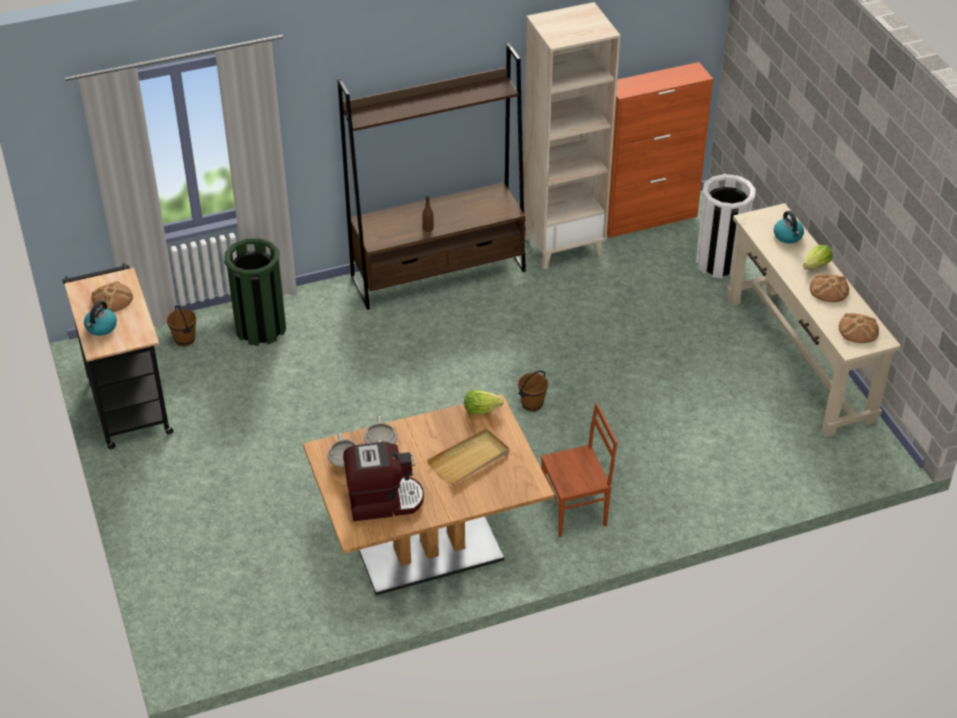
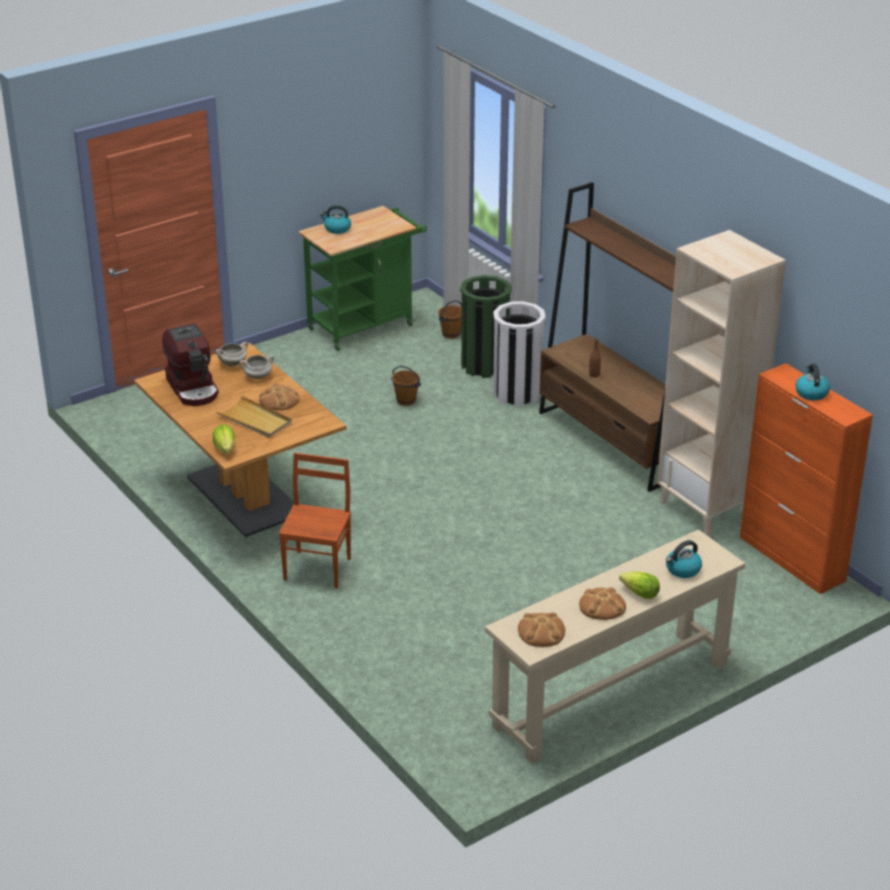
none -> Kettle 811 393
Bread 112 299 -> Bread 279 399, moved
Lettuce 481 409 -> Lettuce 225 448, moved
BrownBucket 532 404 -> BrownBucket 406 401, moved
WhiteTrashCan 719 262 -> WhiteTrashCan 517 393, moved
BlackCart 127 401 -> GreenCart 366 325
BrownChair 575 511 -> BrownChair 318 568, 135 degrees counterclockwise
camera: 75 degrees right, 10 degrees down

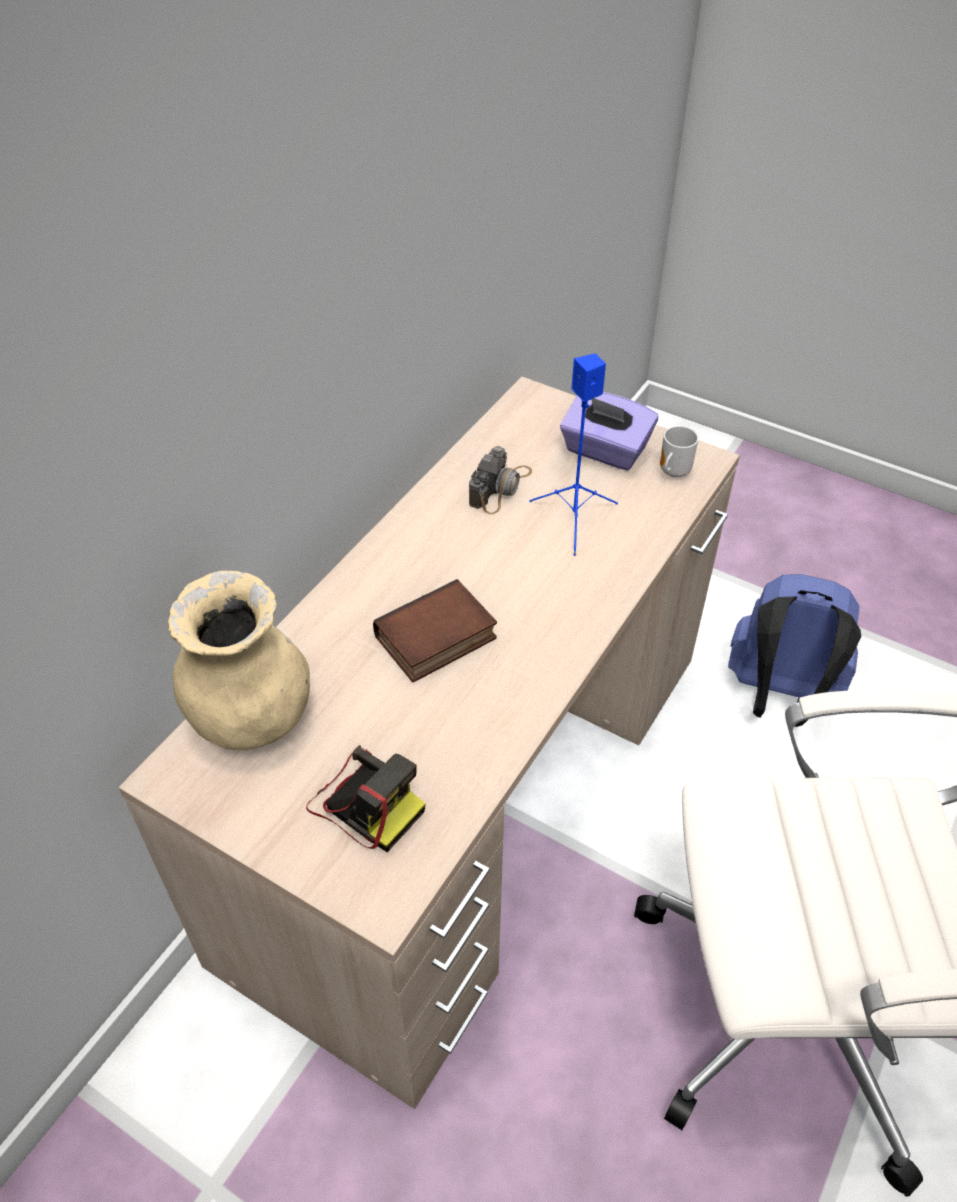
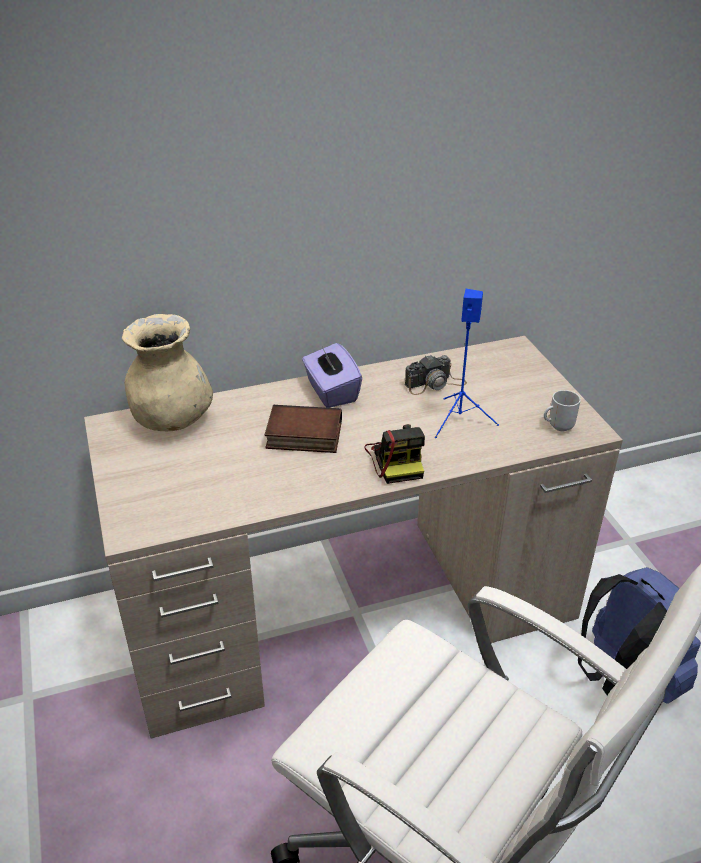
PhotoCamera 366 802 -> PhotoCamera 396 459, moved
PurpleTissueBox 605 451 -> PurpleTissueBox 331 392, moved
camera: 40 degrees right, 10 degrees down

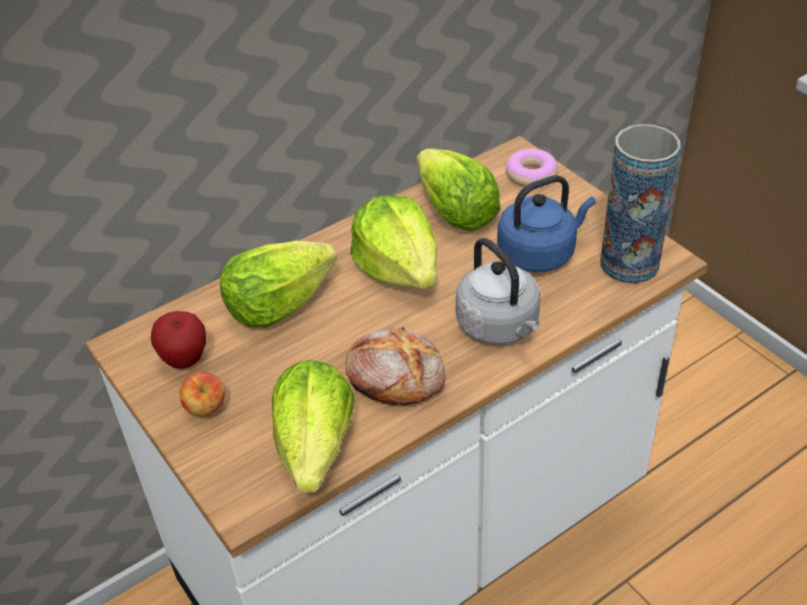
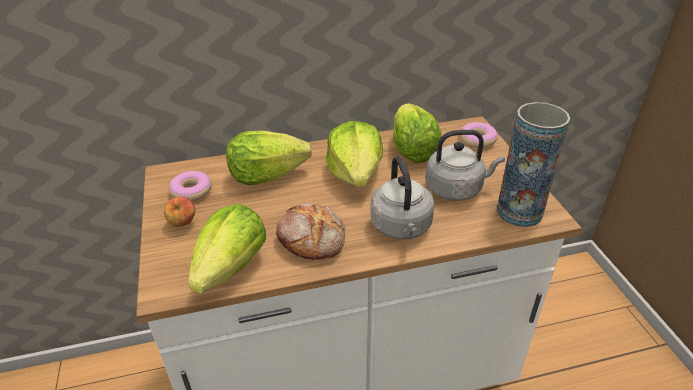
Apple 185 360 -> Donut 191 191
BlueKettle 540 253 -> GreyKettle 456 189
camera: 20 degrees right, 5 degrees down

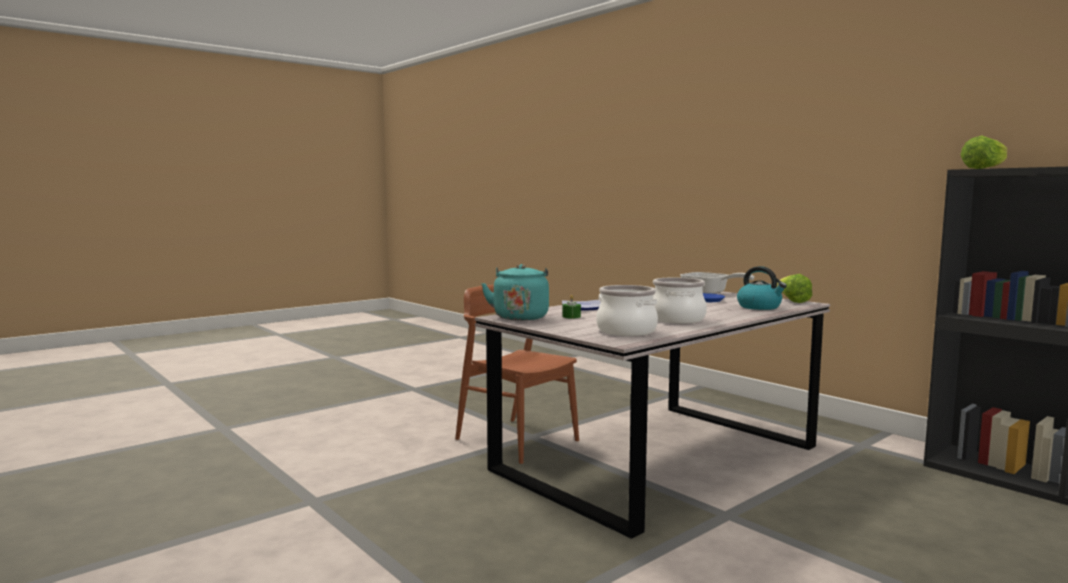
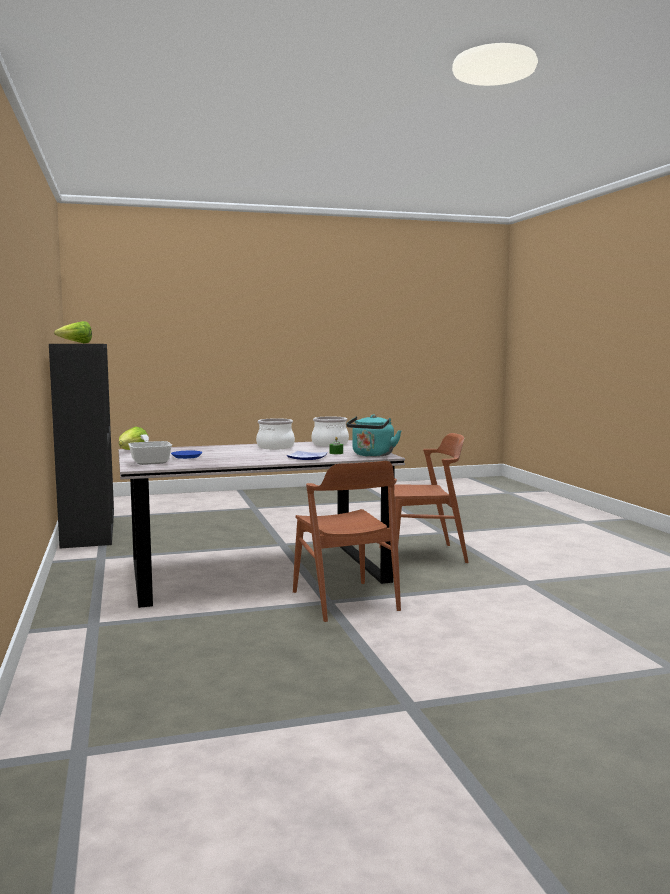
Kettle 760 307 -> none
none -> BrownChair 423 555
camera: 155 degrees left, 0 degrees up

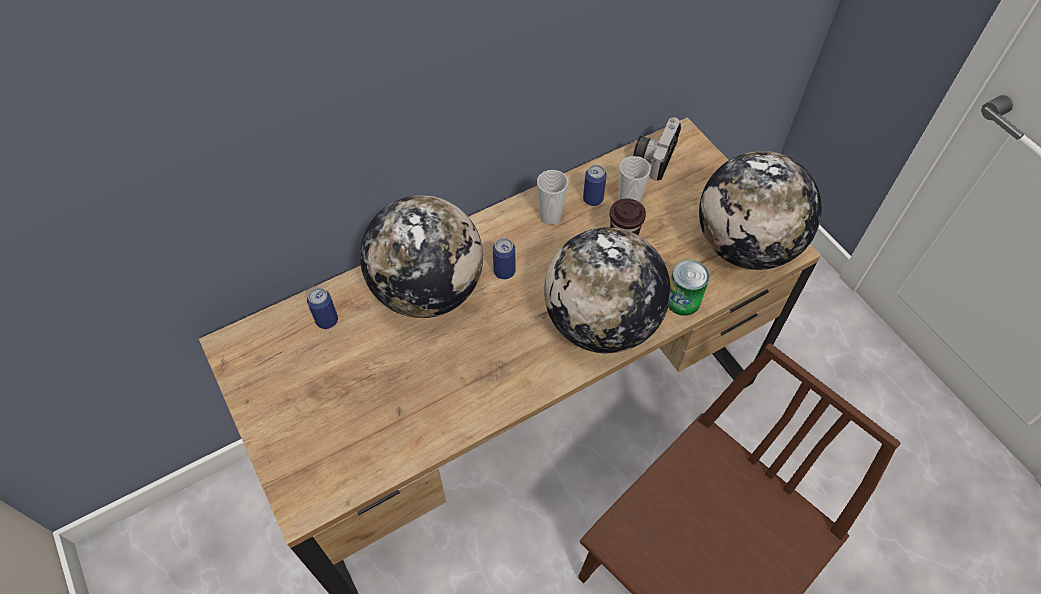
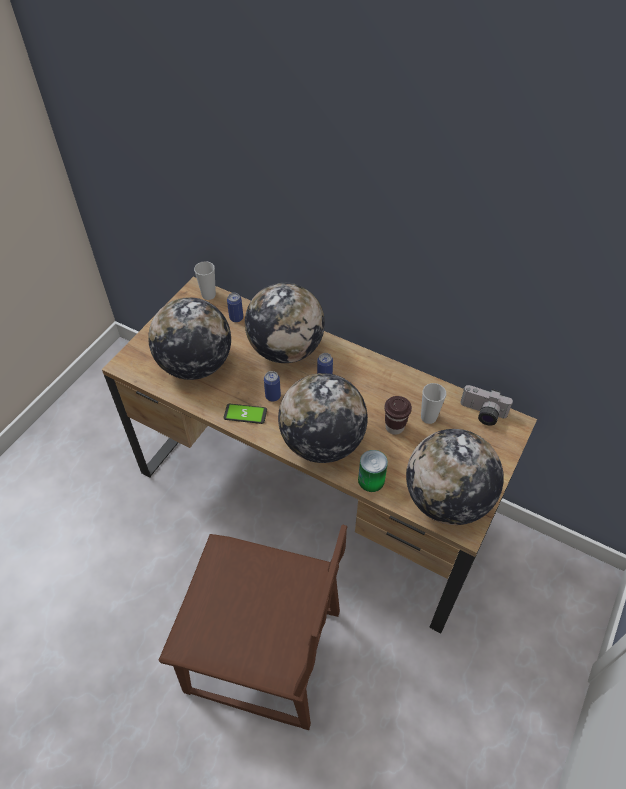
none -> Globe 195 365
none -> Phone 245 414
Cup 550 217 -> Cup 208 295, moved
Can 593 199 -> Can 273 396, moved
PhotoCamera 653 156 -> PhotoCamera 482 414, 150 degrees counterclockwise
camera: 60 degrees right, 5 degrees down

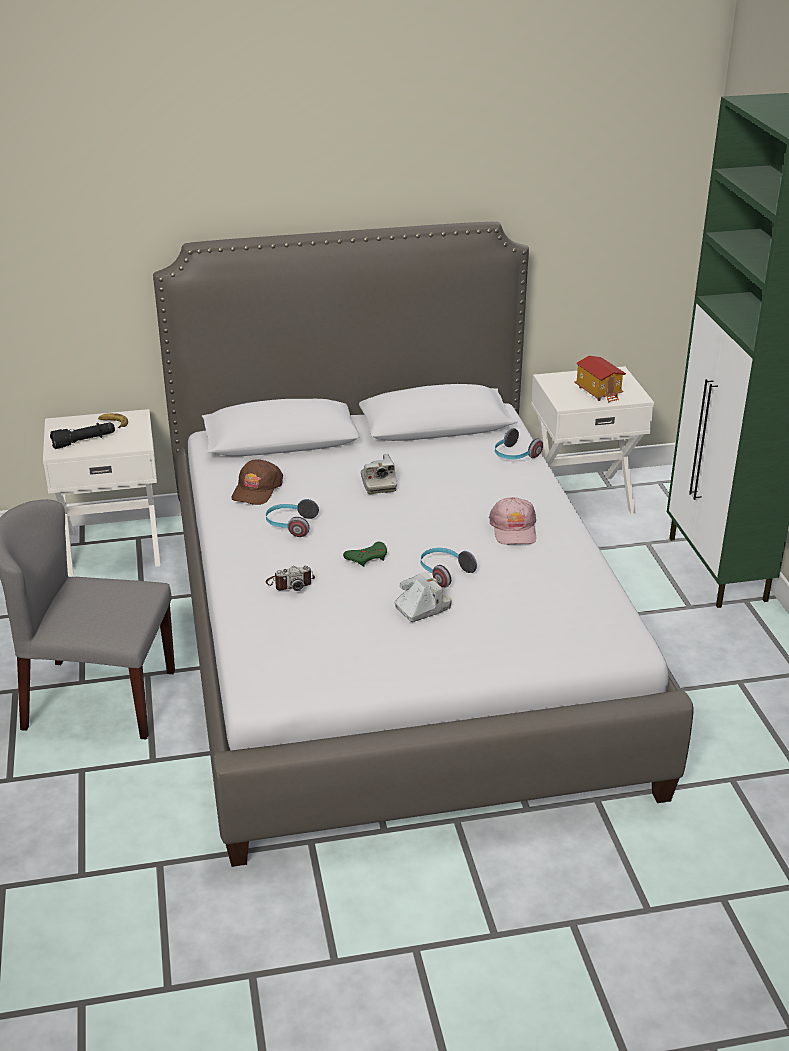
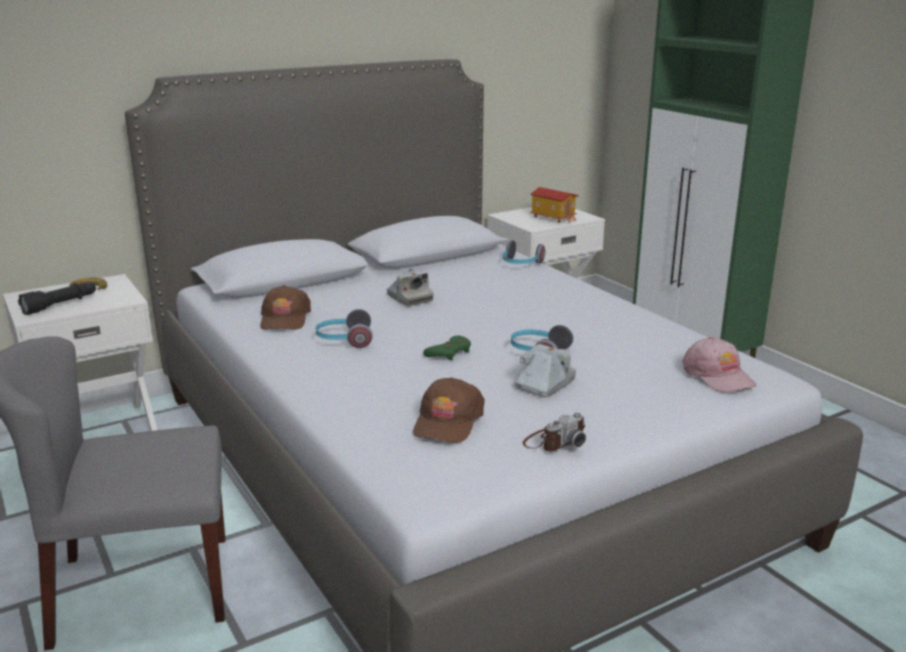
none -> BrownCap 447 422
PhotoCamera 290 583 -> PhotoCamera 554 441, moved
PinkCap 514 529 -> PinkCap 718 375, moved
camera: 20 degrees left, 10 degrees down

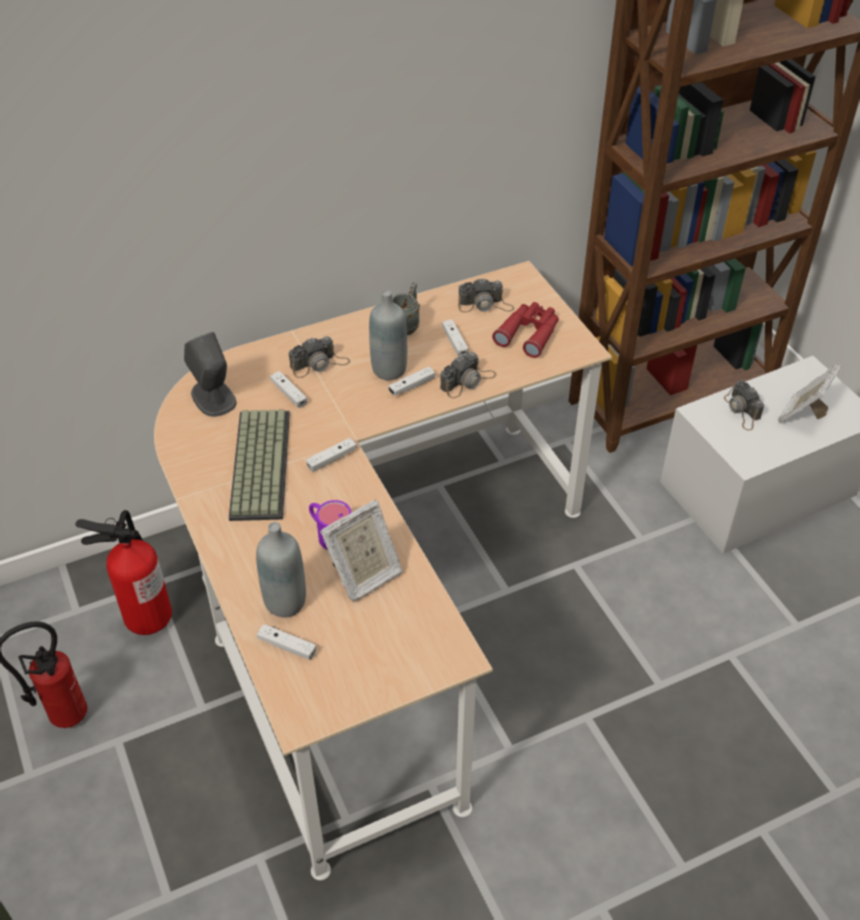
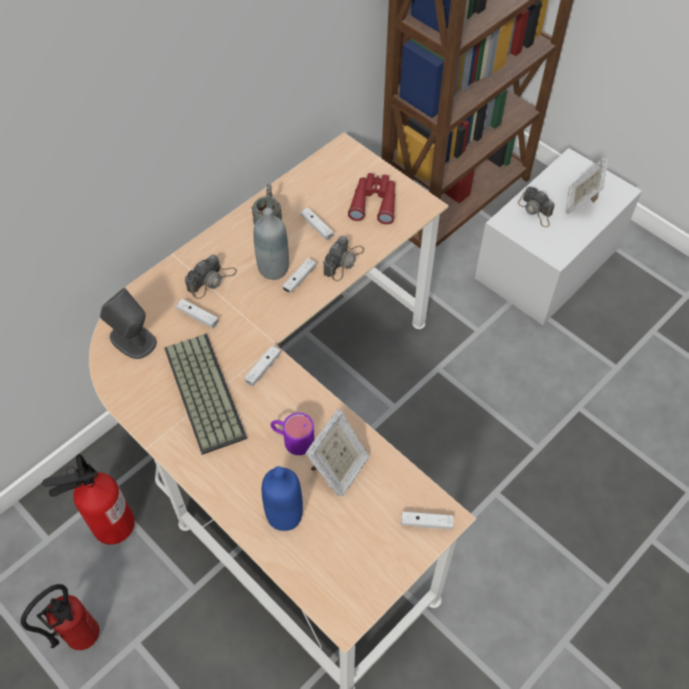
PhotoCamera 485 305 -> none
WhiteGameController 287 646 -> WhiteGameController 426 523, moved
GreyBottle 285 602 -> BlueBottle 284 515
camera: 20 degrees left, 10 degrees up

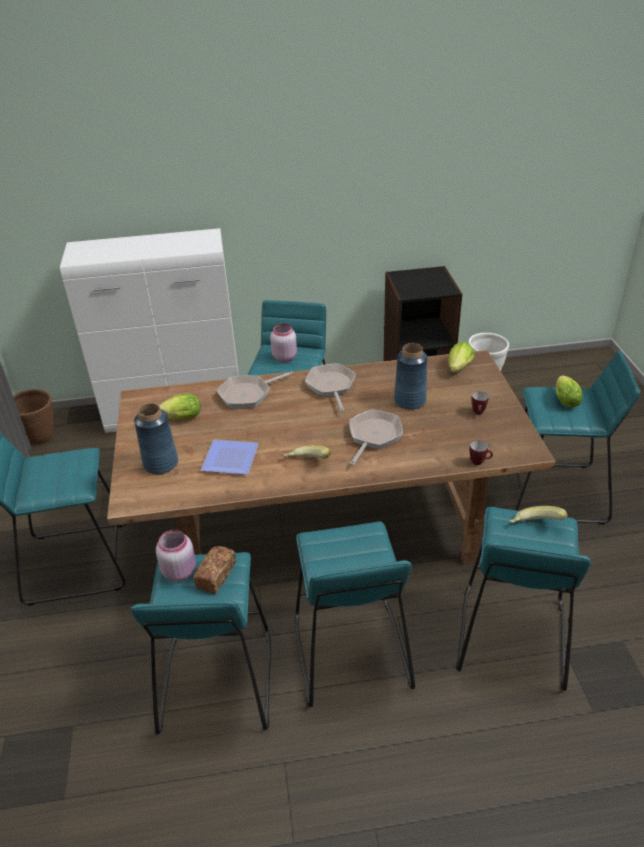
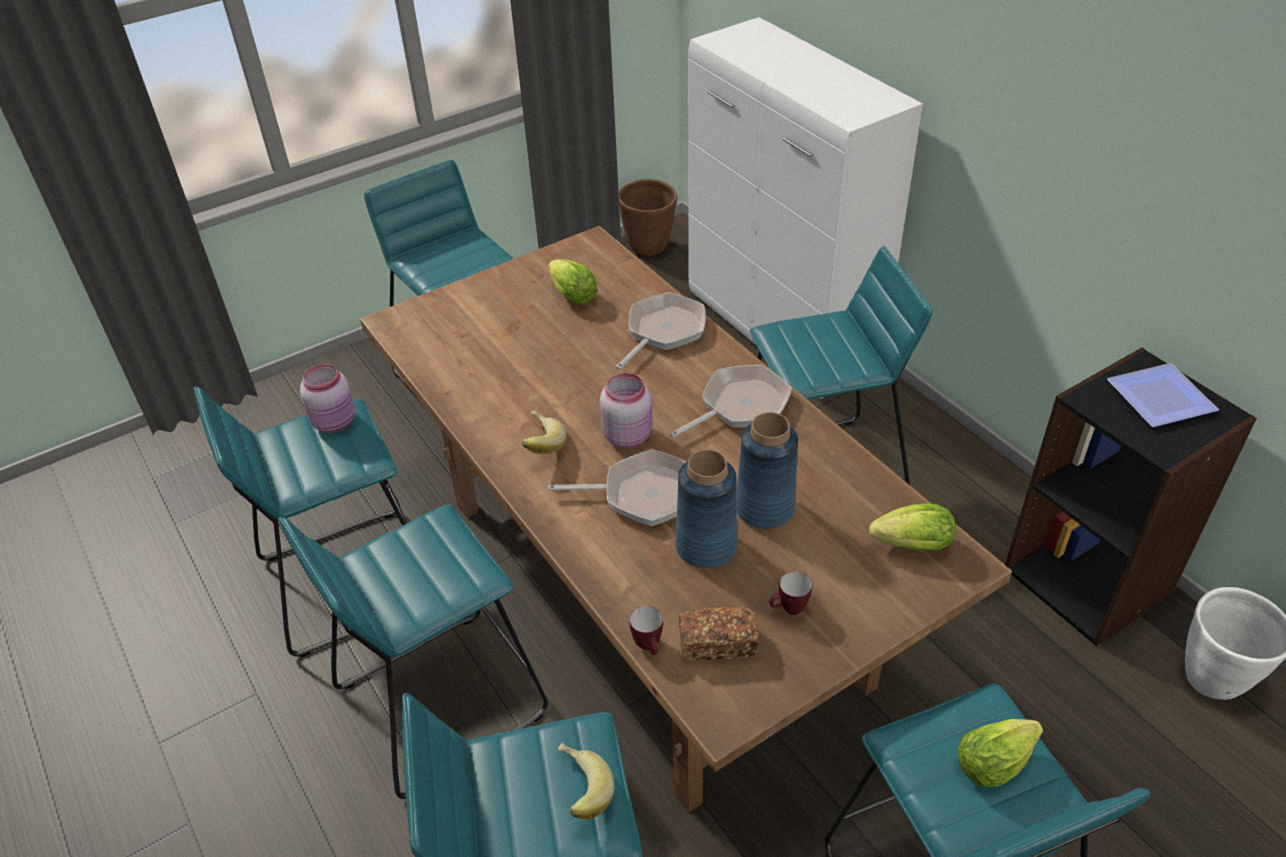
BlueVase 161 463 -> BlueVase 706 547, moved
Bread 216 575 -> Bread 718 644, moved
Plate 232 458 -> Plate 1164 399, moved
PinkJar 284 357 -> PinkJar 628 435, moved
FryingPan 248 394 -> FryingPan 663 331, 90 degrees clockwise
camera: 65 degrees right, 5 degrees up

